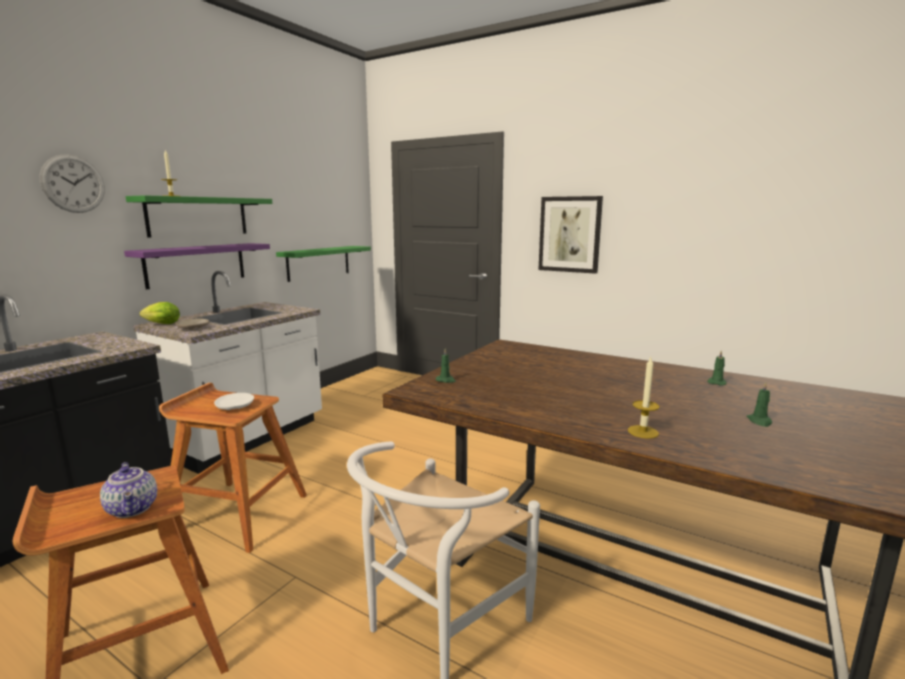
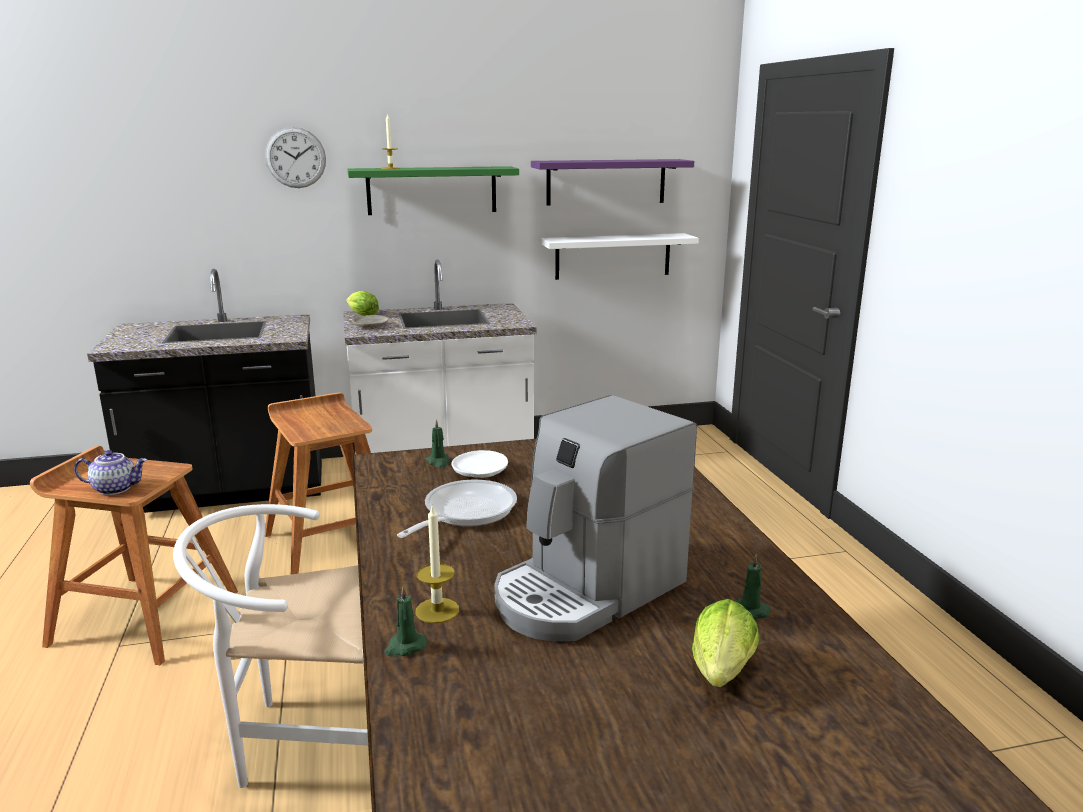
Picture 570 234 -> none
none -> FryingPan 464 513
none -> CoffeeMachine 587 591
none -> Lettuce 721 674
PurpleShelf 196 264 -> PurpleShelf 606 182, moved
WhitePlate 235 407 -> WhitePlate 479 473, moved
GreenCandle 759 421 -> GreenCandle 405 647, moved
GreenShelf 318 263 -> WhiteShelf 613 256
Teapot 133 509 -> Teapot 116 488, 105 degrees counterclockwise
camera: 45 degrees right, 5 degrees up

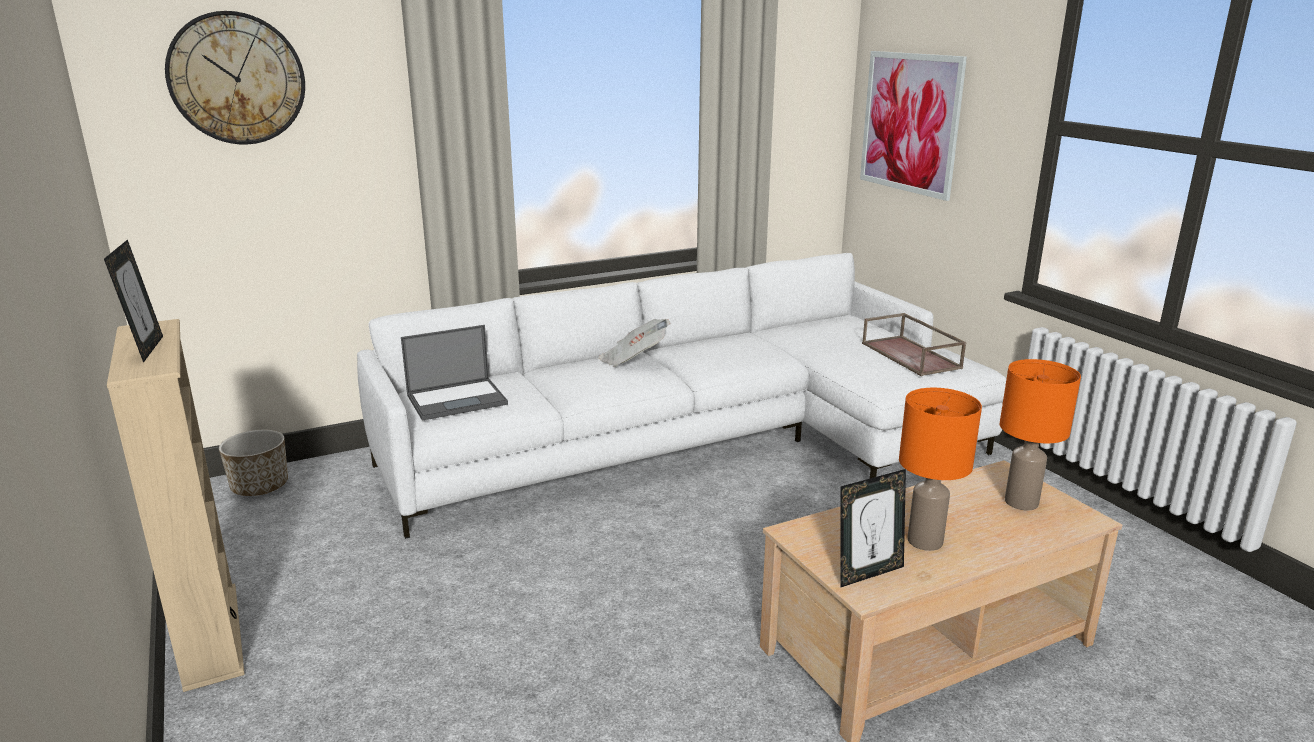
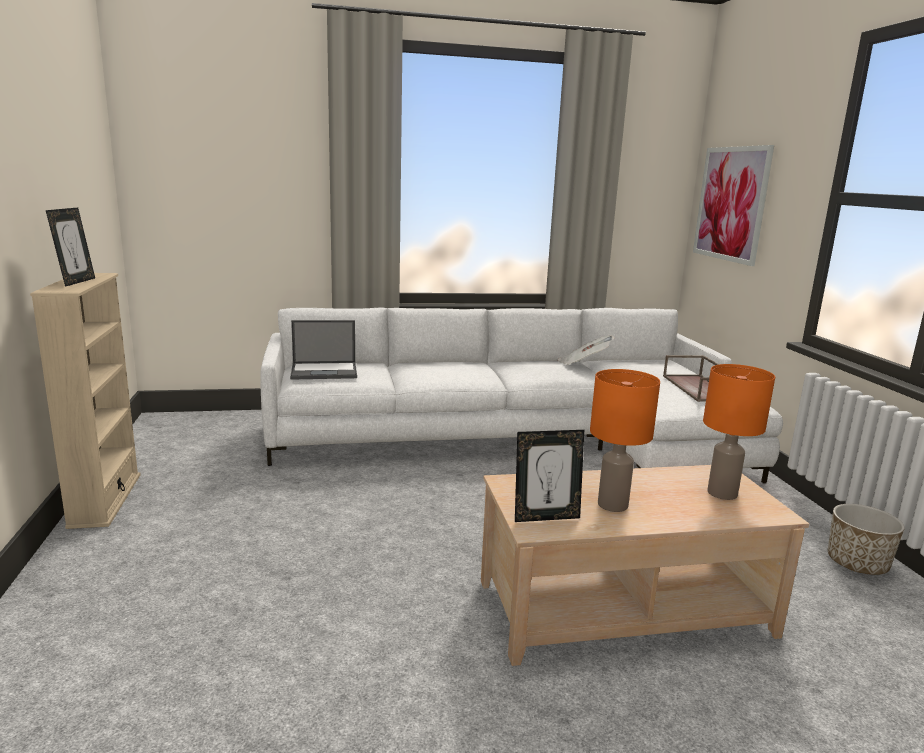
WallClock 237 78 -> none
Planter 260 487 -> Planter 856 563, moved
Newspaper 633 360 -> Newspaper 583 364, moved
camera: 15 degrees right, 5 degrees down

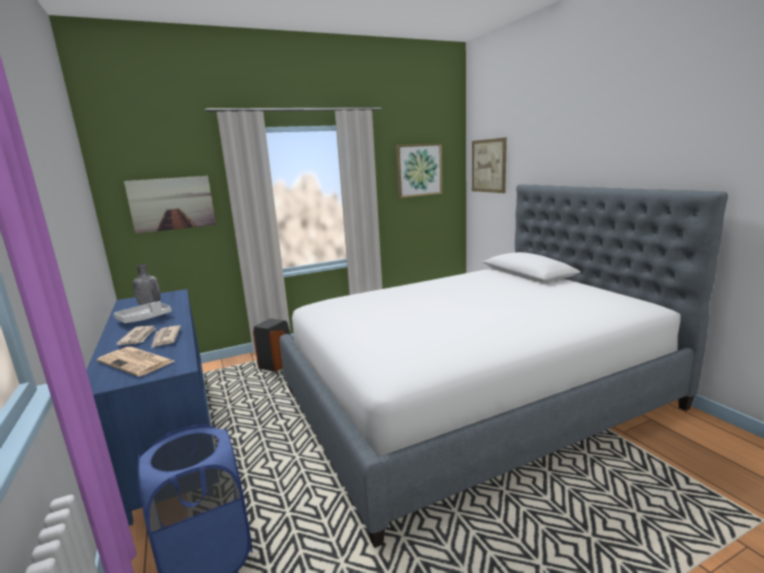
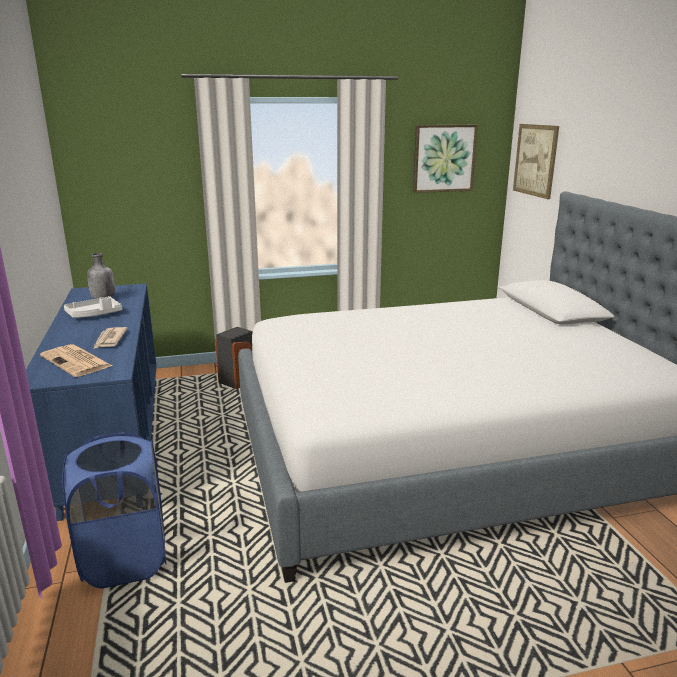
Newspaper 138 337 -> none
Picture 172 203 -> none
camera: 10 degrees right, 5 degrees up

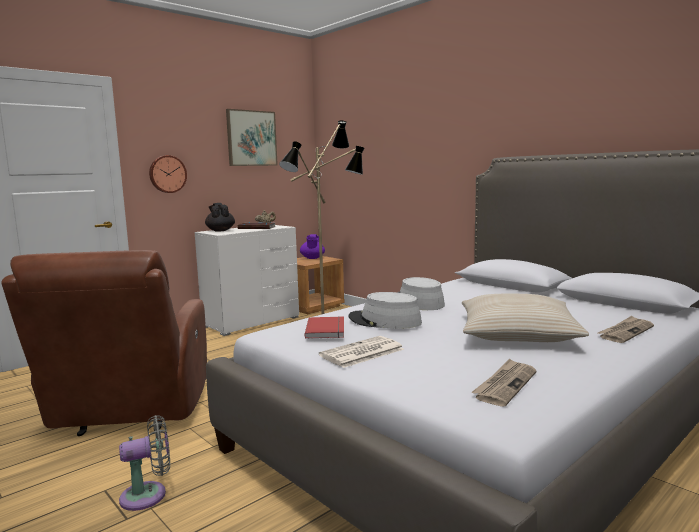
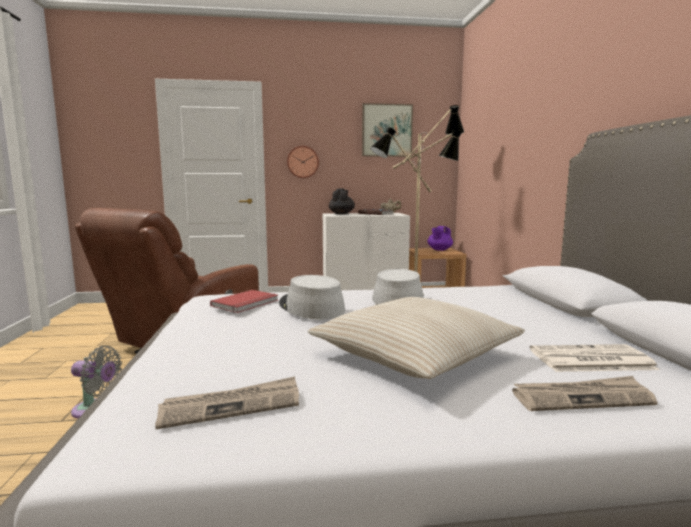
Newspaper 361 353 -> Newspaper 590 360, moved
camera: 35 degrees right, 0 degrees up

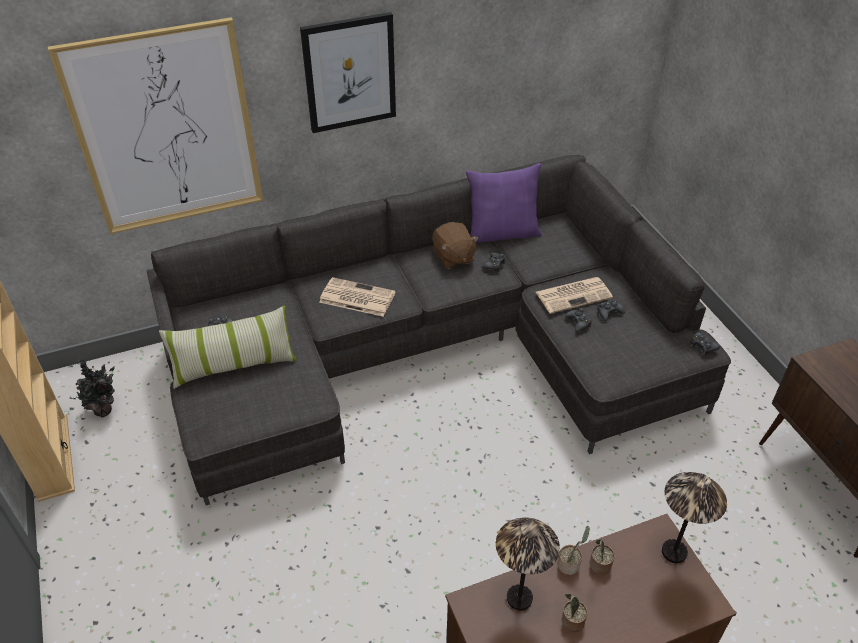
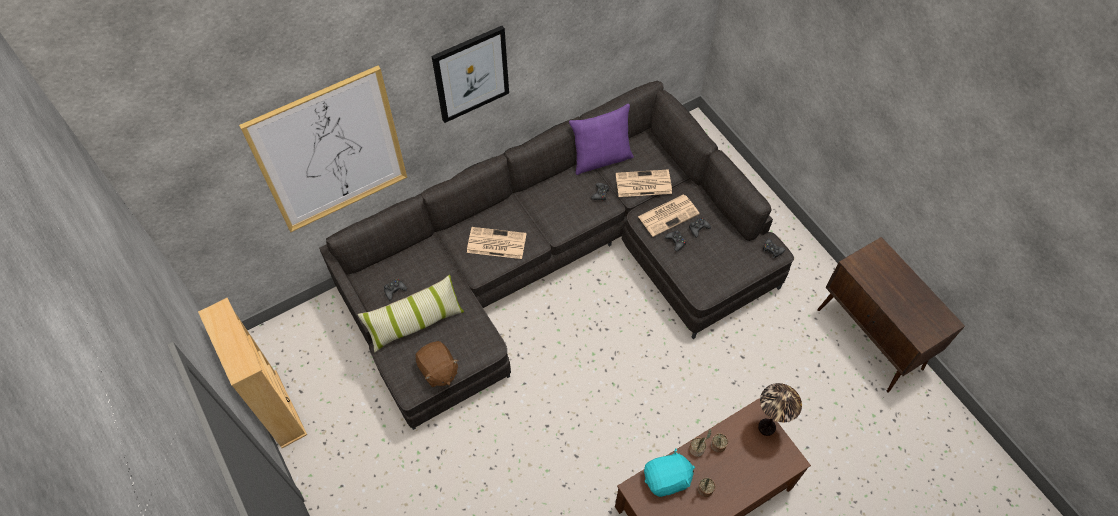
PottedPlant 104 409 -> none
none -> Newspaper 642 184
BrownPlushToy 453 257 -> BrownPlushToy 438 370, moved
TableLamp 518 598 -> TurquoisePlushToy 667 479
camera: 10 degrees left, 15 degrees up

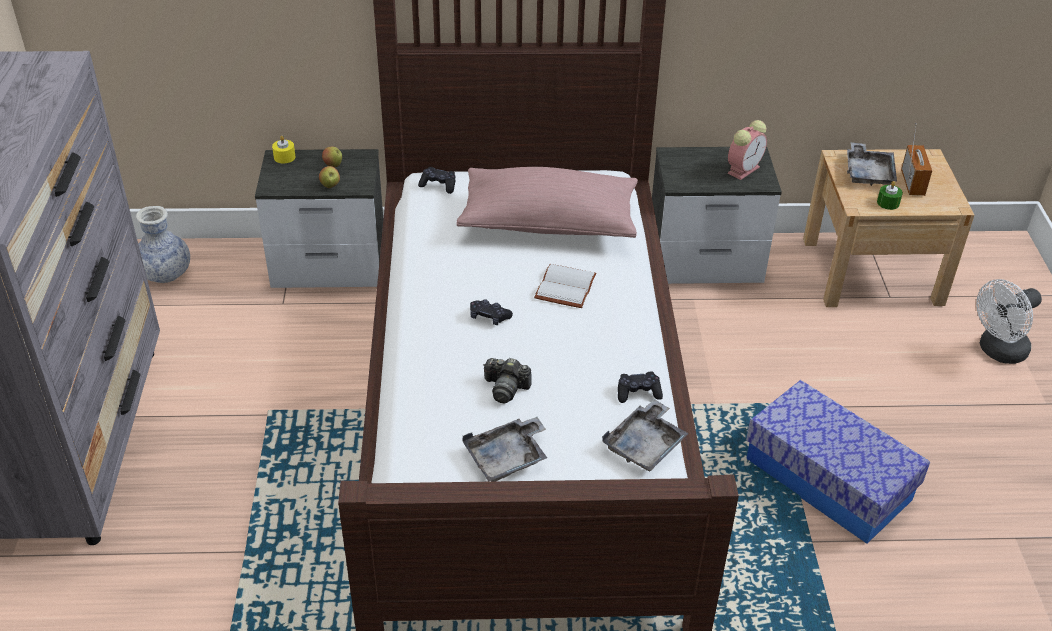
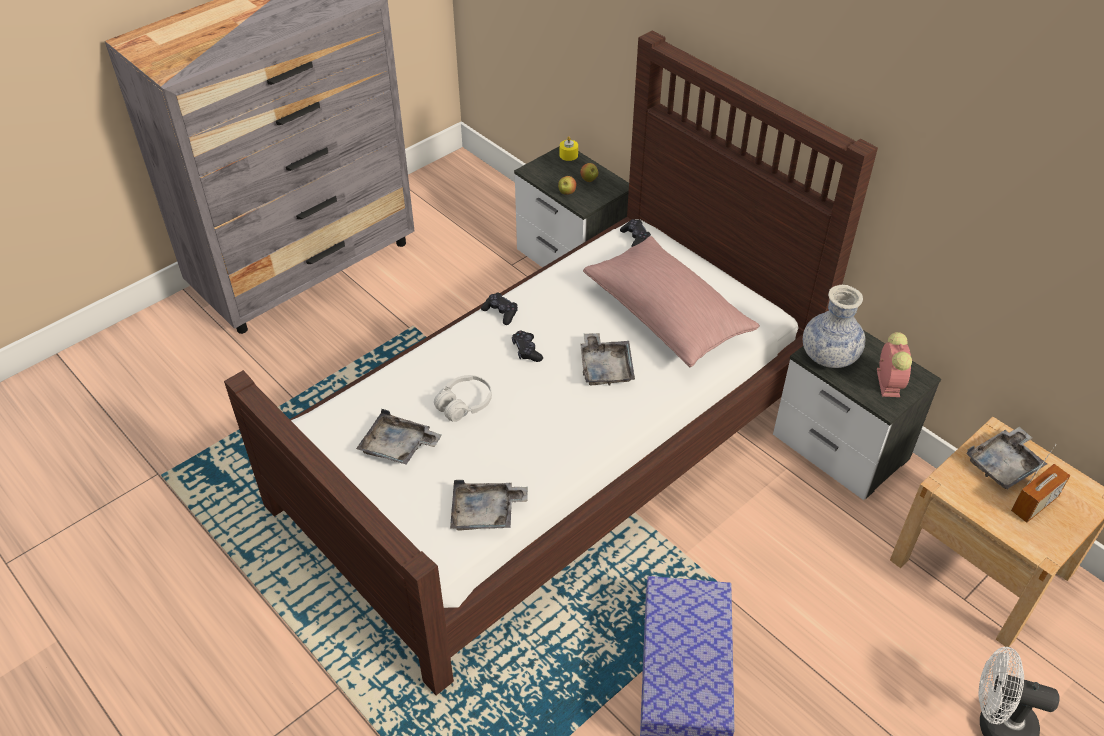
GreenCandle 888 203 -> none
Vase 165 274 -> Vase 829 356, moved
BlackGameController 638 392 -> BlackGameController 500 312, moved
PhotoCamera 506 388 -> WhiteHeadphones 464 404
WhiteBook 564 286 -> GreyTray 605 367
AlarmClock 744 169 -> AlarmClock 887 382, 90 degrees counterclockwise
camera: 50 degrees right, 5 degrees up

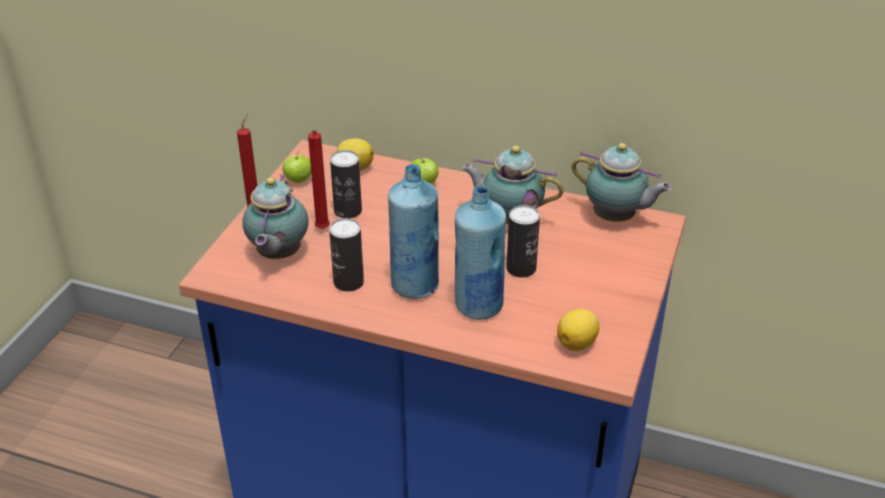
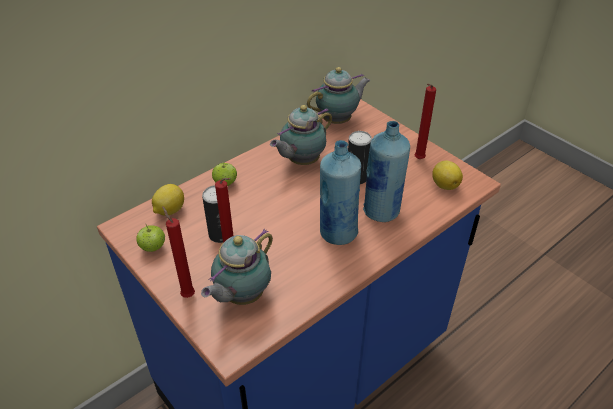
Can 348 282 -> none
none -> RedCandle 418 160
Teapot 277 255 -> Teapot 241 296, 90 degrees clockwise
camera: 60 degrees left, 5 degrees up

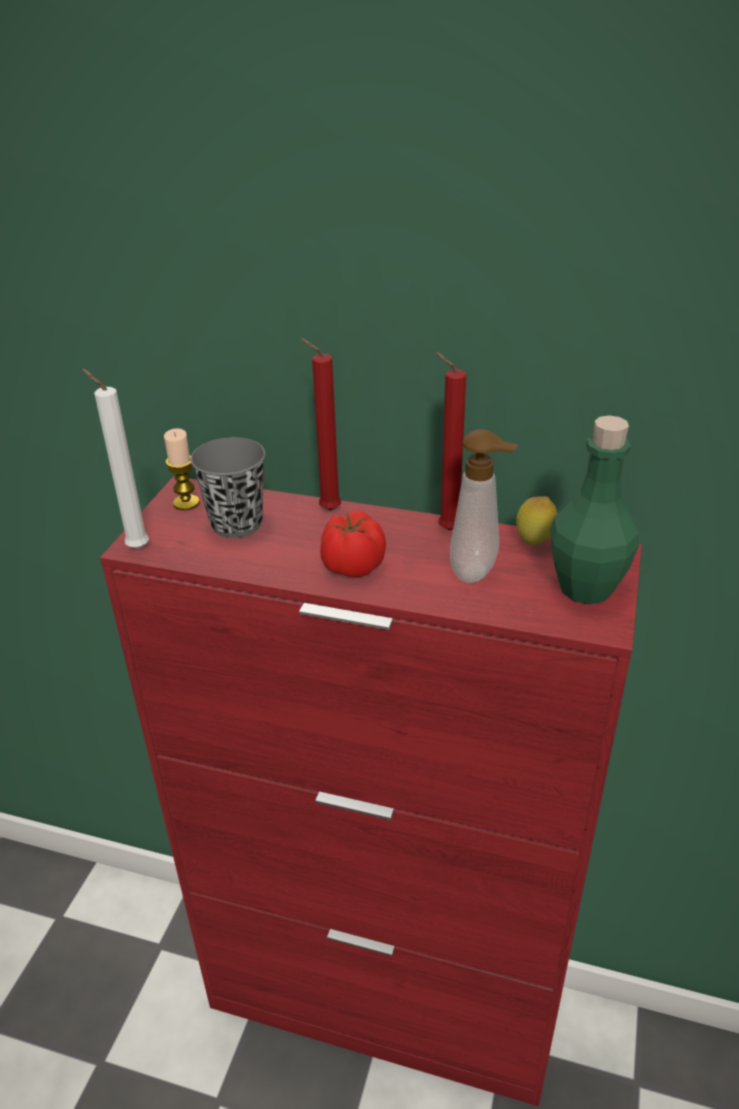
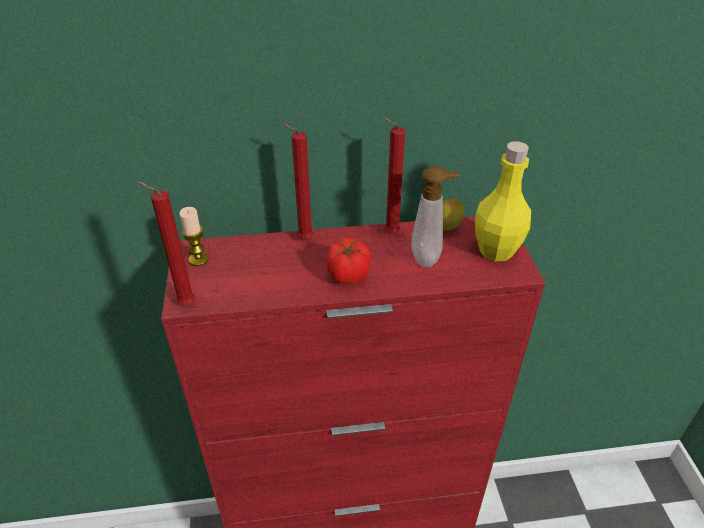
GreyCup 236 524 -> none
WhiteCandle 135 547 -> RedCandle 184 304
GreenBottle 586 588 -> YellowBottle 496 251
camera: 25 degrees left, 5 degrees up

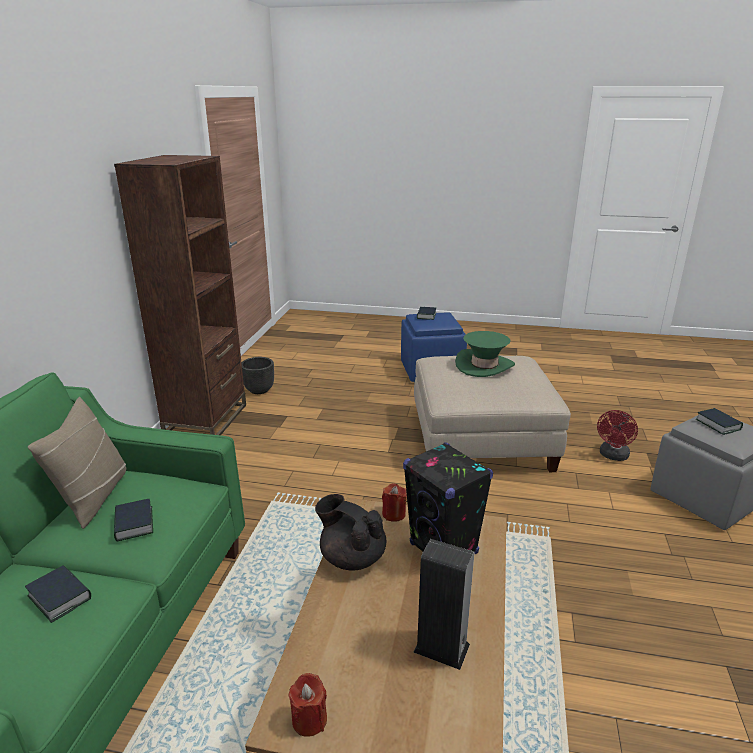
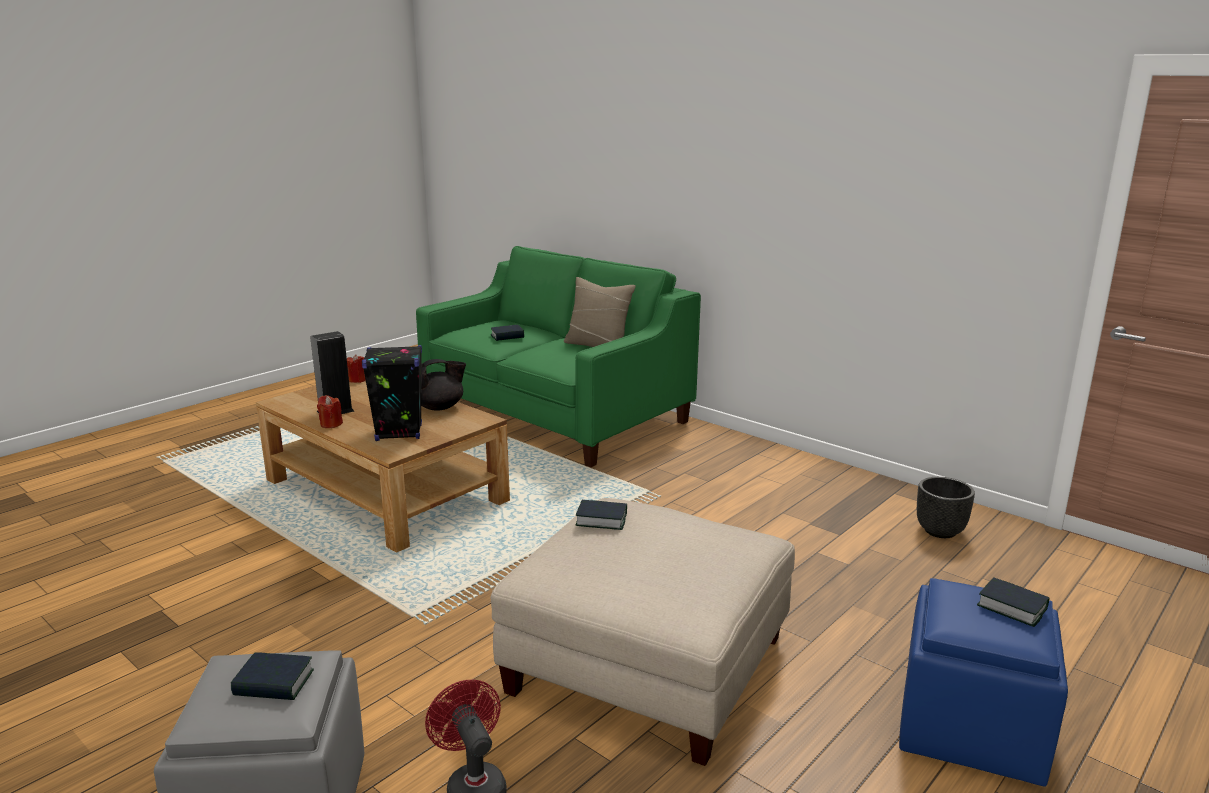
BrownBookcase 206 420 -> none
GreenHat 484 366 -> none
Book 134 524 -> Book 601 520, moved
RedCandle 394 514 -> RedCandle 331 424, moved
camera: 120 degrees right, 5 degrees down

